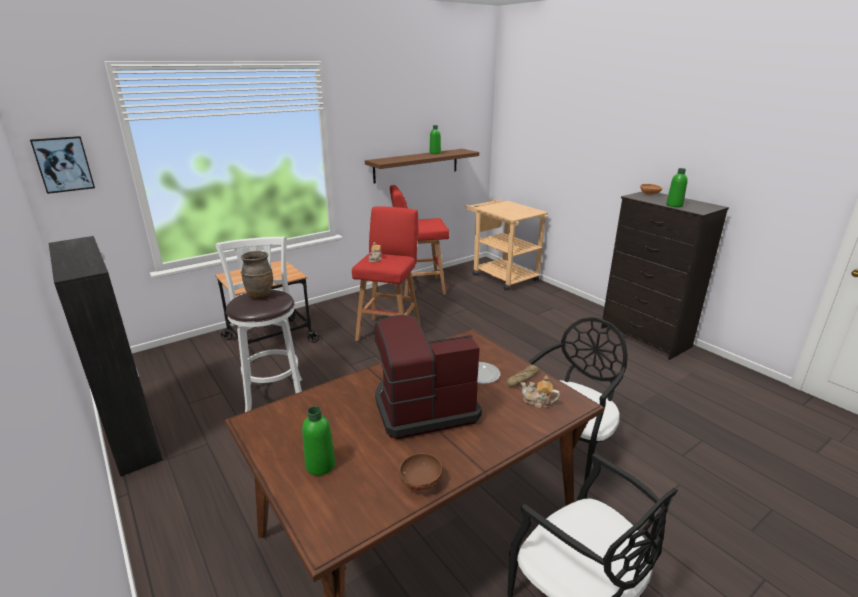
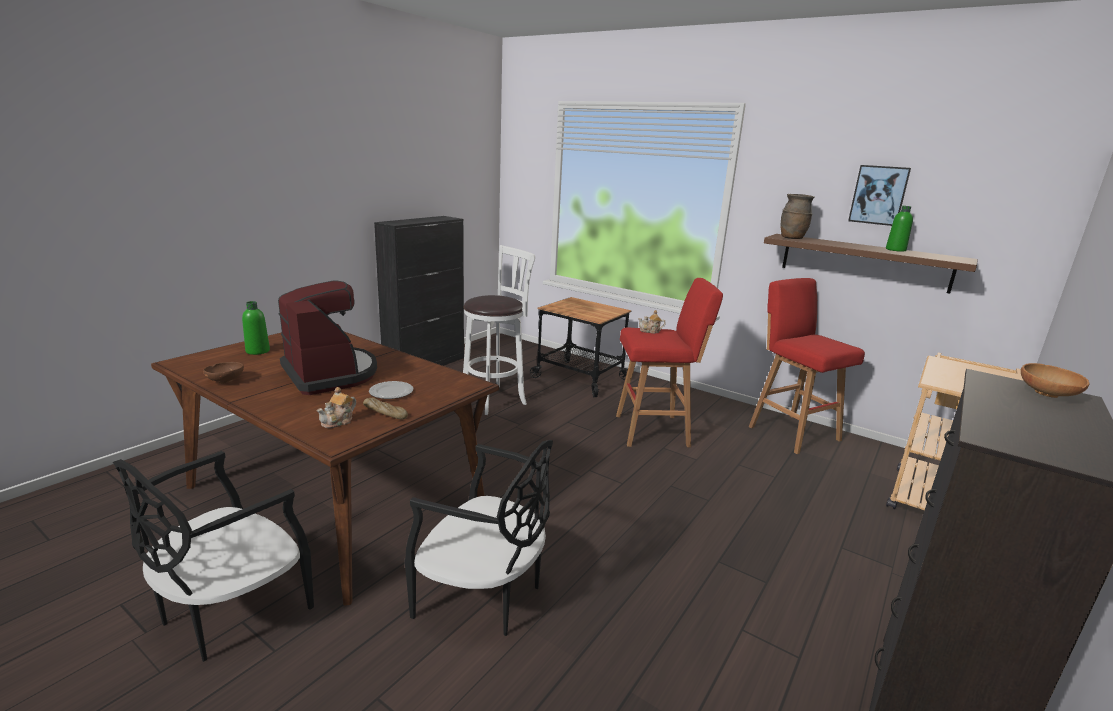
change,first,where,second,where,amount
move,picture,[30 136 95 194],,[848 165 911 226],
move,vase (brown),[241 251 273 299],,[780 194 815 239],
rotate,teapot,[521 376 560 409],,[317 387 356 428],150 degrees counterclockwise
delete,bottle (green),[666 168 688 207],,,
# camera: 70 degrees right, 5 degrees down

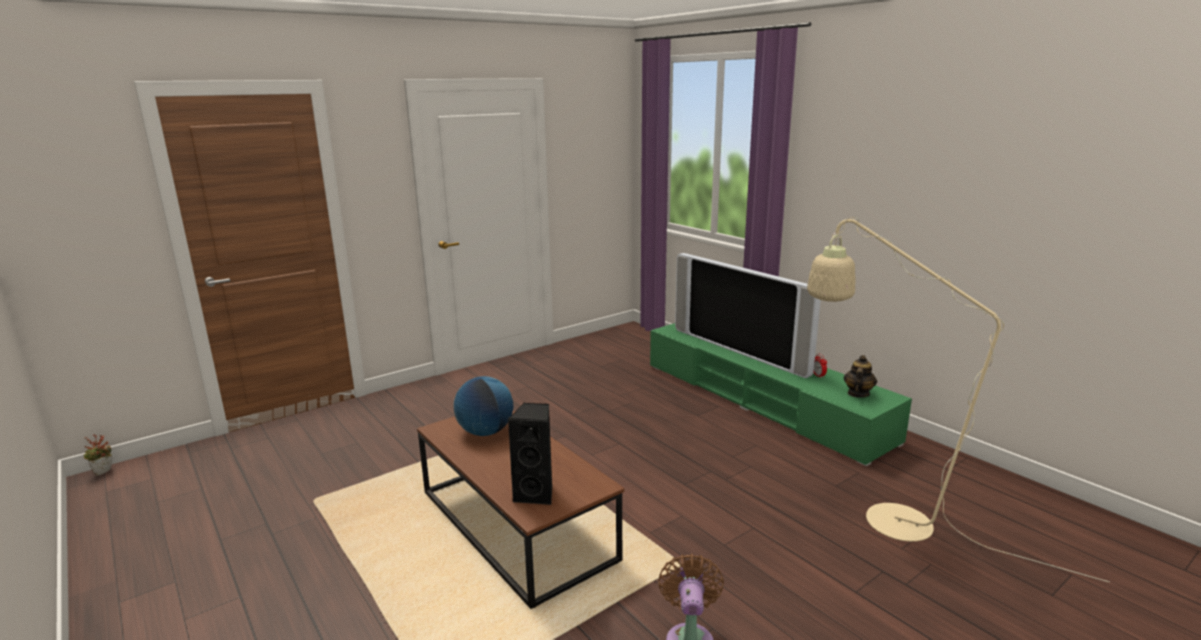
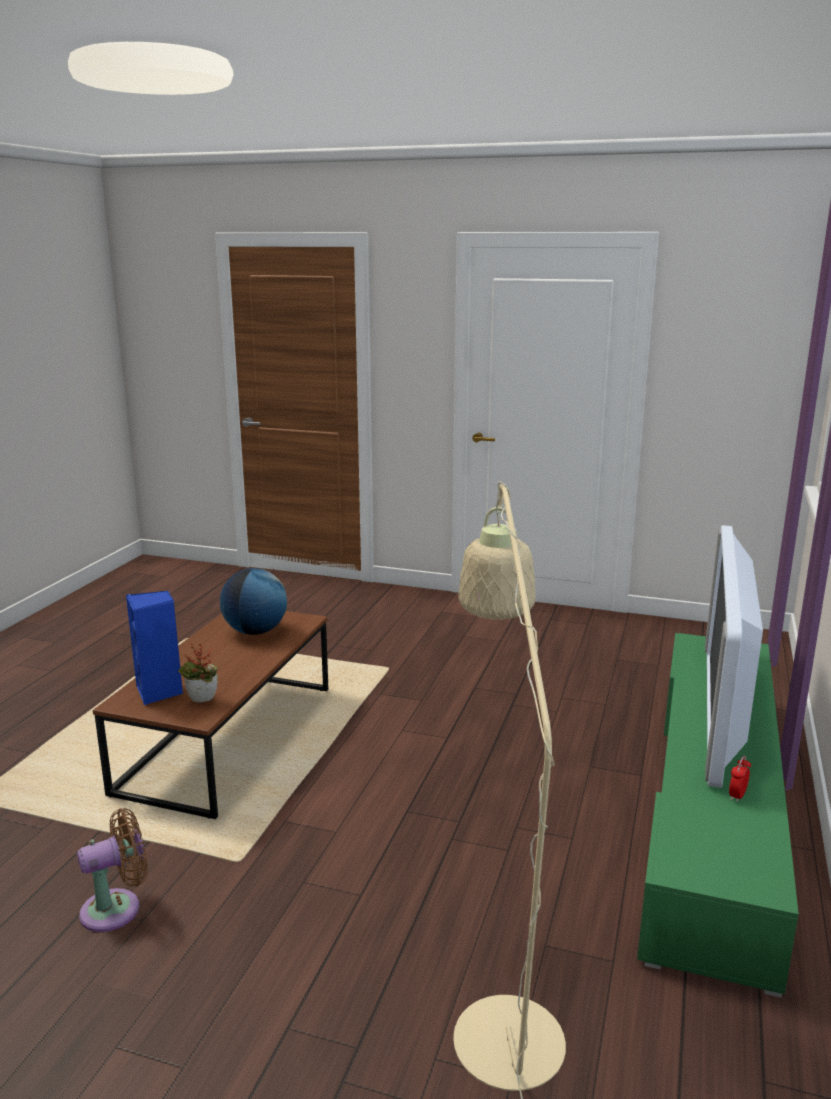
change,first,where,second,where,amount
move,potted plant,[84 434 112 476],,[178 643 218 702],
recolor,speaker (black),[508 403 552 505],speaker (blue),[126 591 183 705],
delete,teapot,[844 355 877 398],,,
# camera: 55 degrees right, 0 degrees up

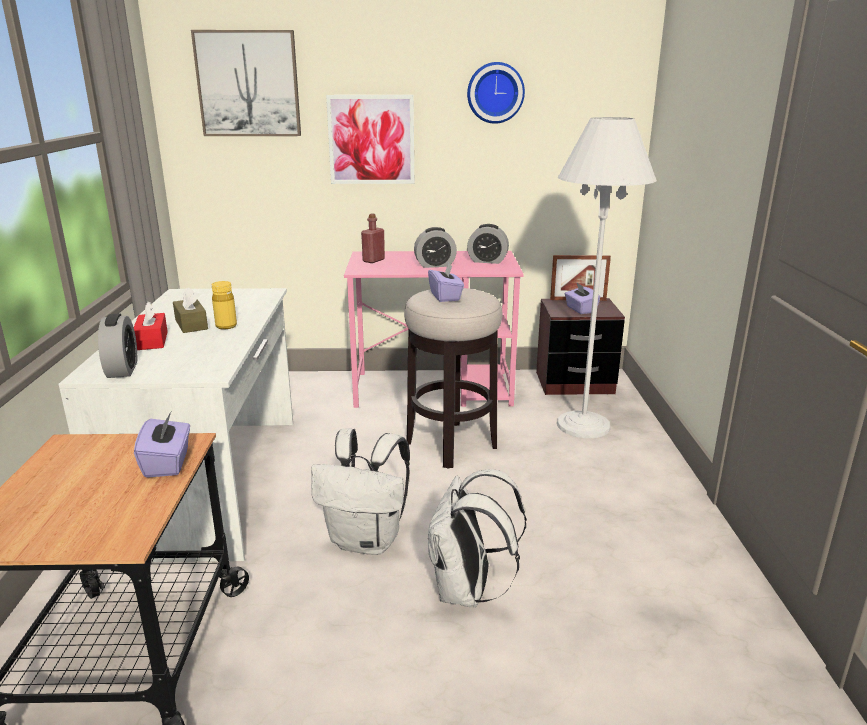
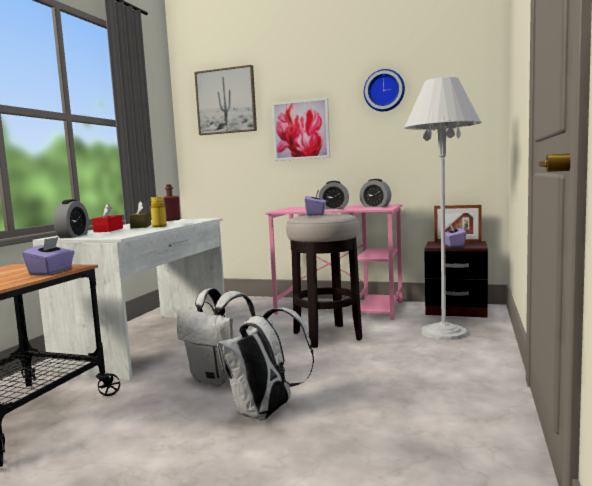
change,first,where,second,where,amount
move,bottle (red),[361 213 385 263],,[163 184 180 221],
# camera: 20 degrees right, 15 degrees down

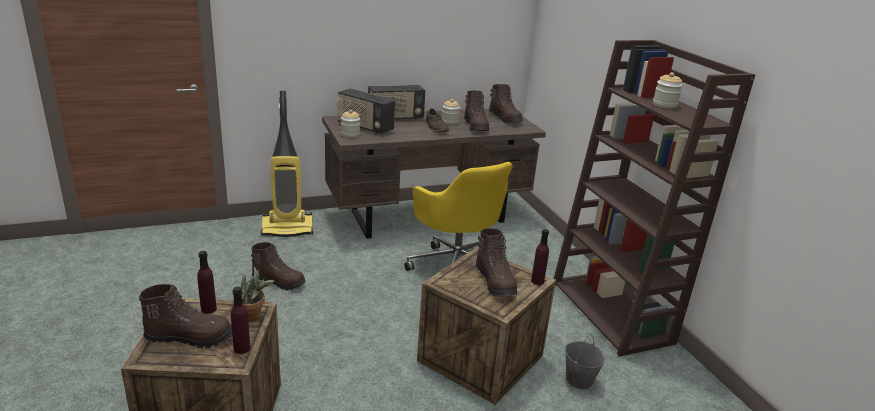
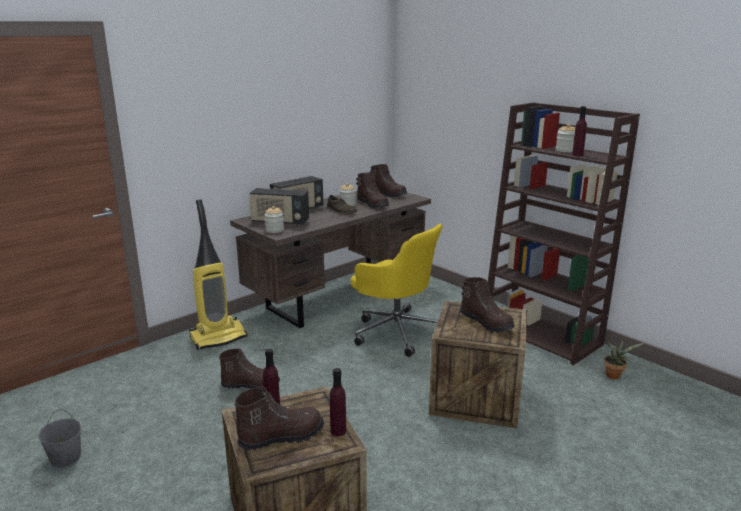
change,first,where,second,where,amount
move,potted plant,[233 266 274 322],,[604 340 644 379],
move,bottle (purple),[531 229 549 285],,[572 106 587 156],
move,bucket (grey),[565 334 605 389],,[38 410 81 468],
# camera: 20 degrees left, 5 degrees down

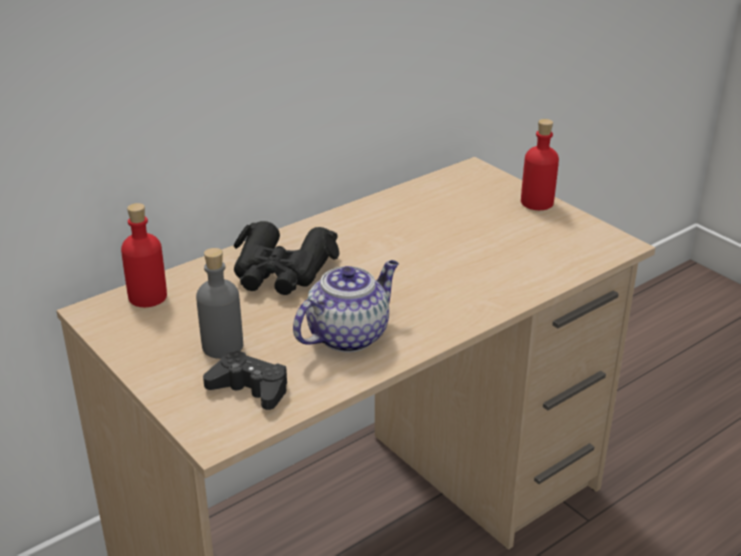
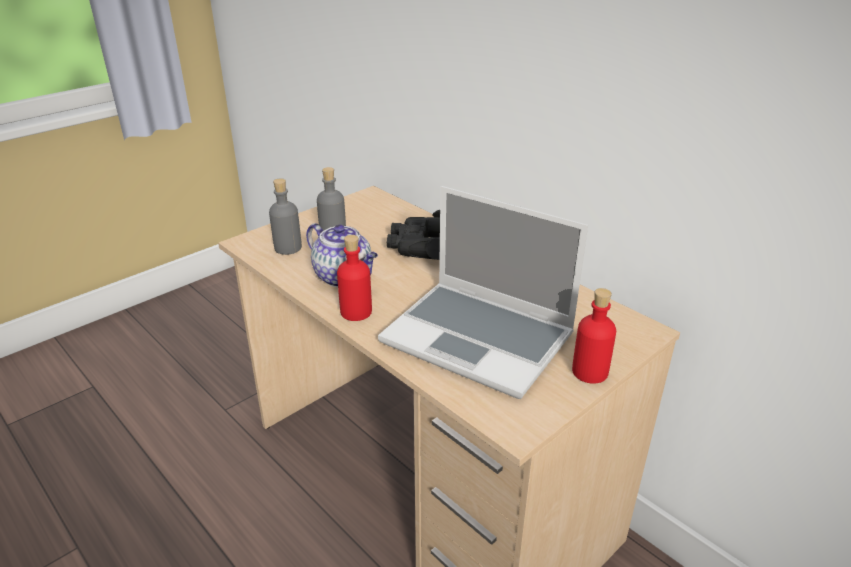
change,first,where,second,where,amount
move,bottle (red),[121 203 167 307],,[337 235 372 321],
replace,game controller (black),[203 350 287 410],bottle (grey),[269 178 302 255],
insert,,,laptop,[378 186 588 399],
# camera: 85 degrees right, 0 degrees up

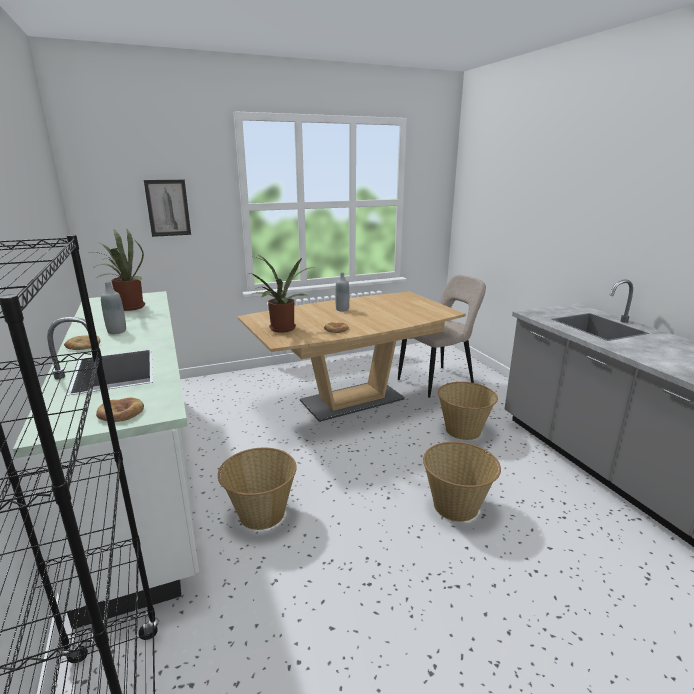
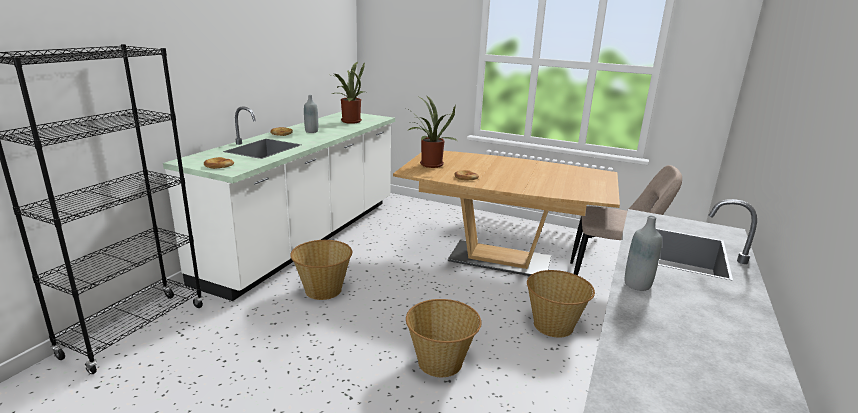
change,first,where,second,where,amount
delete,picture,[144 180 191 237],,,
move,bottle (grey),[335 272 349 311],,[625 216 662 291],
# camera: 45 degrees right, 0 degrees up

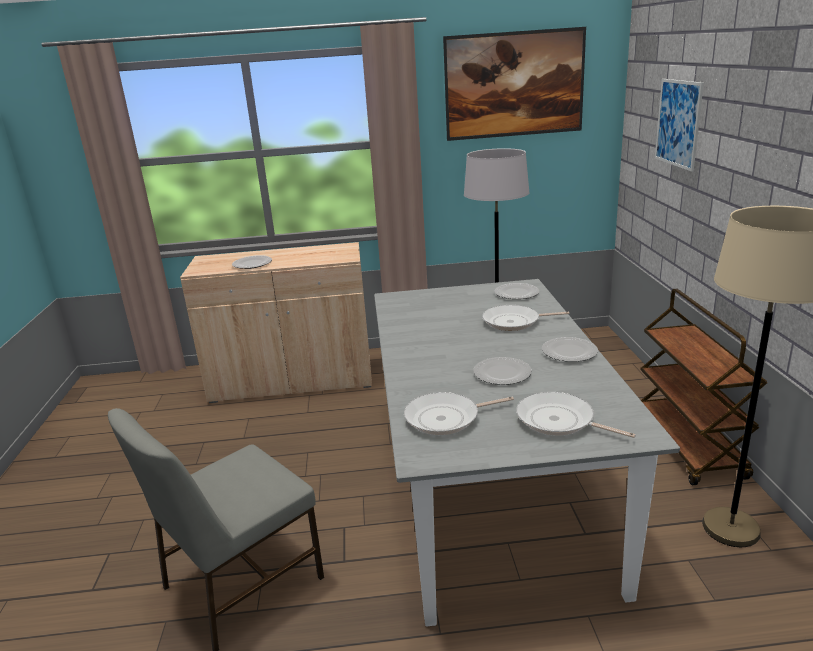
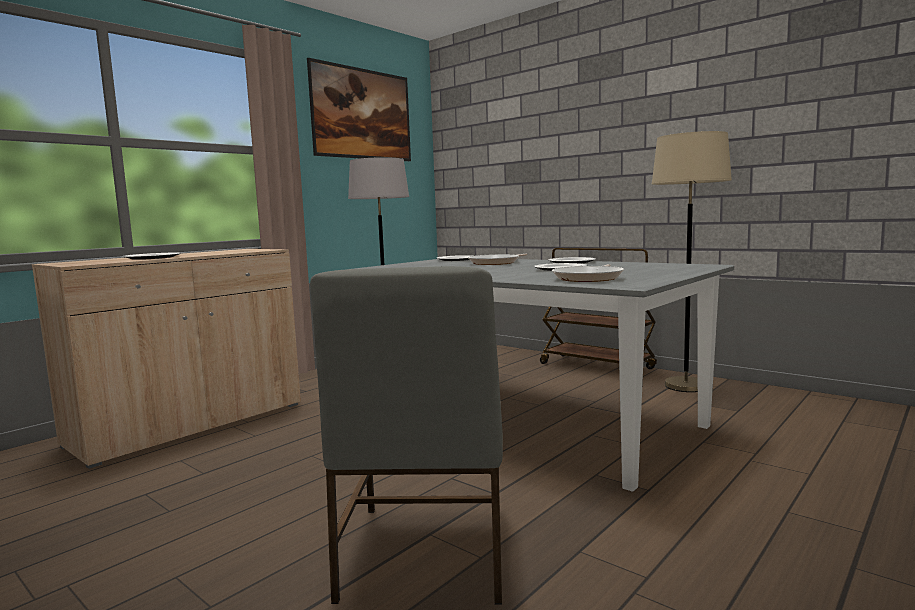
change,first,where,second,where,amount
delete,frying pan,[516 392 636 438],,,
delete,picture,[655 79 704 172],,,
# camera: 45 degrees left, 15 degrees down

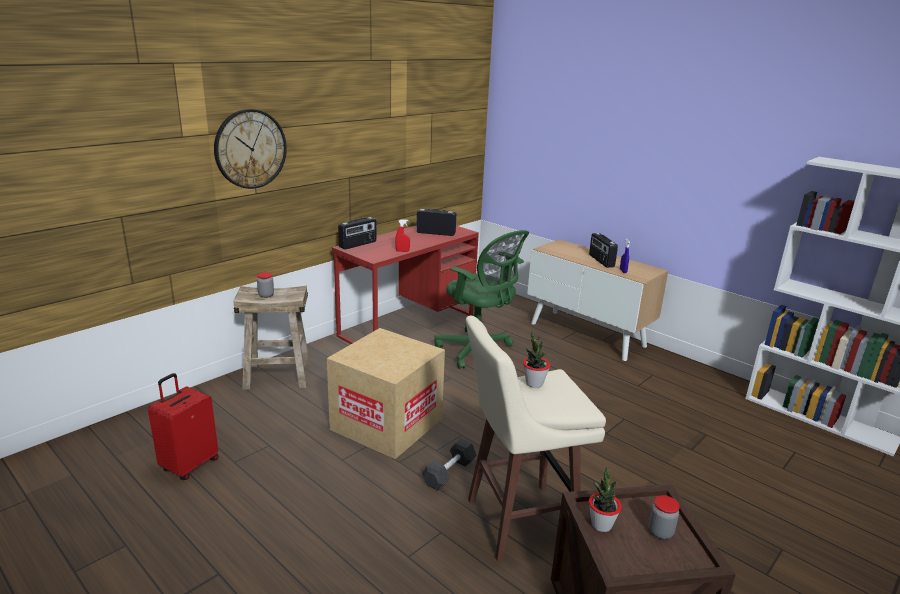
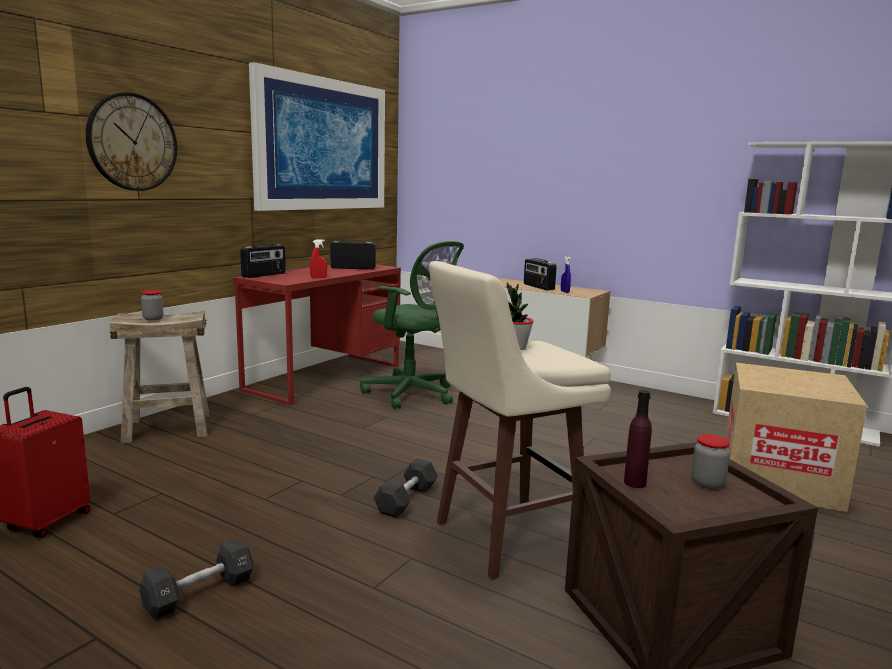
change,first,where,second,where,amount
move,cardboard box,[327 328 445 459],,[726 363 867 512],
replace,potted plant,[589 466 622 532],bottle (purple),[624 390 652 488],
insert,,,dumbbell (black),[139 538 253 620],
insert,,,picture,[249 62 385 211],
# camera: 10 degrees left, 10 degrees down

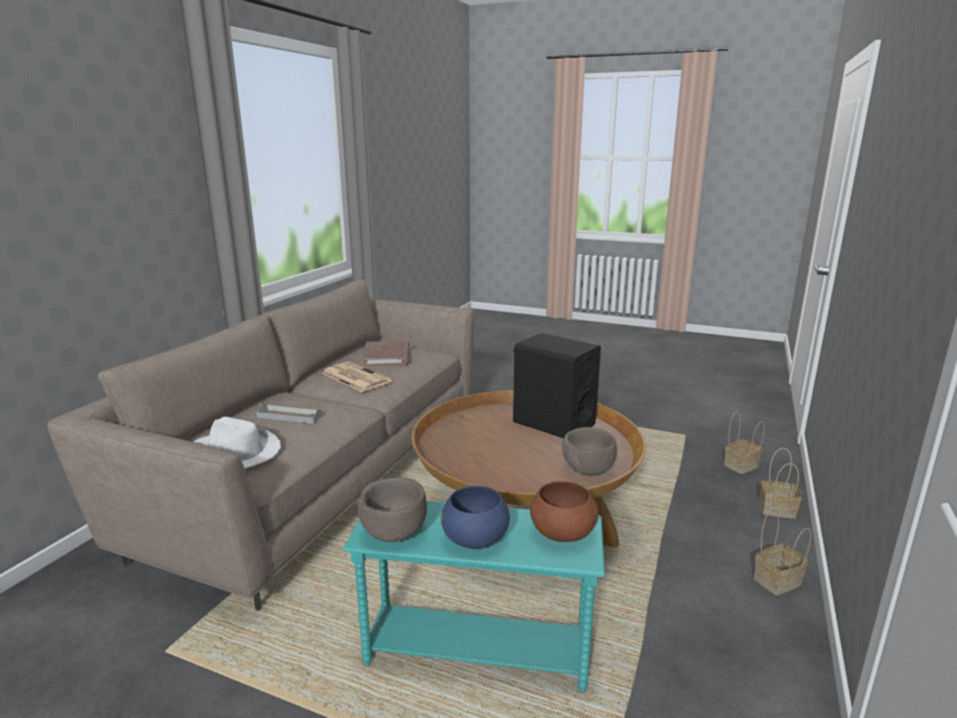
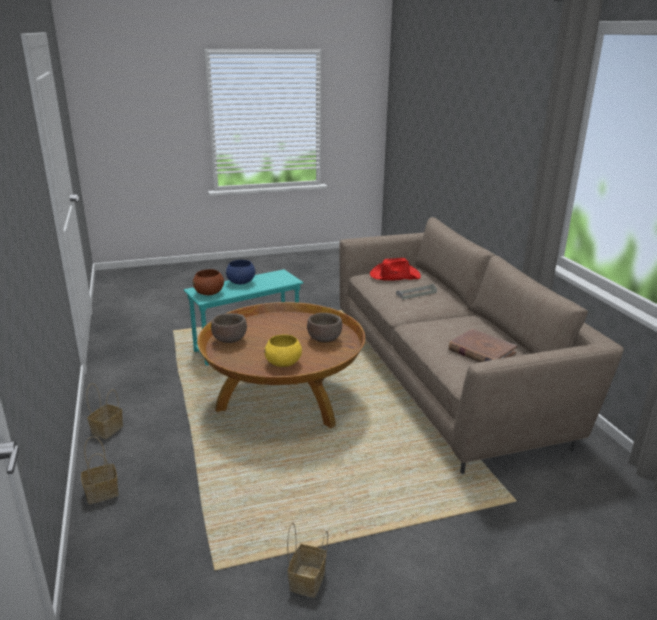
change,first,where,second,where,amount
recolor,hat (white),[193 417 281 468],hat (red),[370 258 421 280],
delete,newspaper,[322 362 392 392],,,
move,bowl (brown),[358 478 427 542],,[307 313 342 343],
replace,speaker (black),[513 333 601 438],bowl (yellow),[264 334 302 367],
move,basket,[724 411 765 474],,[287 523 328 598],
# camera: 140 degrees right, 5 degrees up

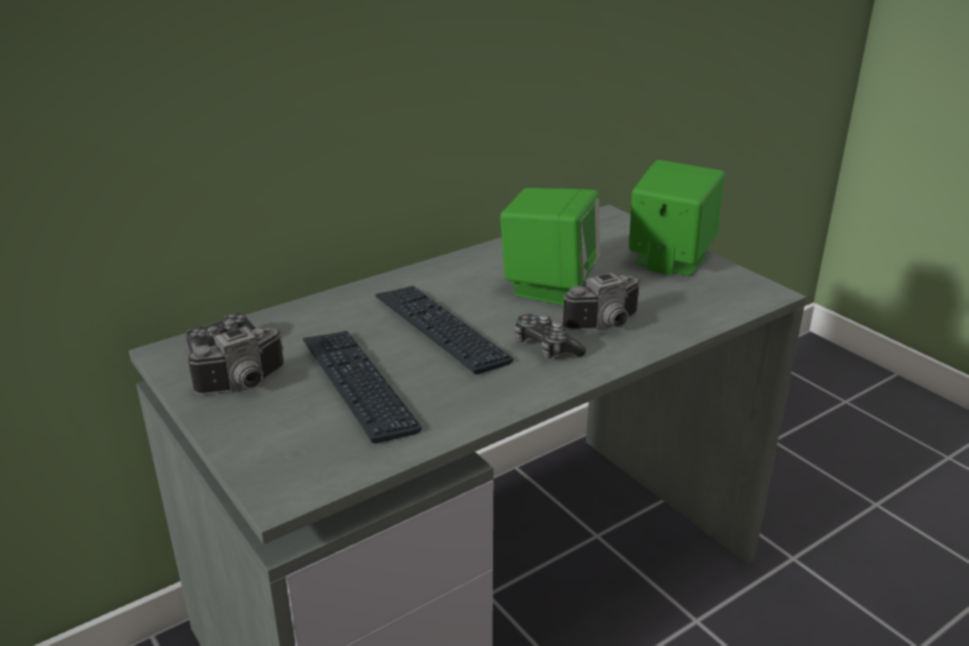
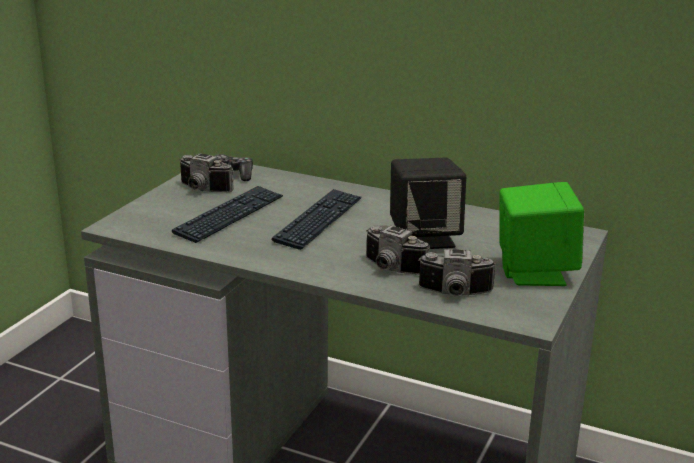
change,first,where,second,where,amount
recolor,speaker (green),[500 188 600 305],speaker (black),[390 157 466 249],
delete,game controller,[514 314 586 359],,,
insert,,,photo camera,[418 249 497 297],
# camera: 60 degrees right, 5 degrees down

